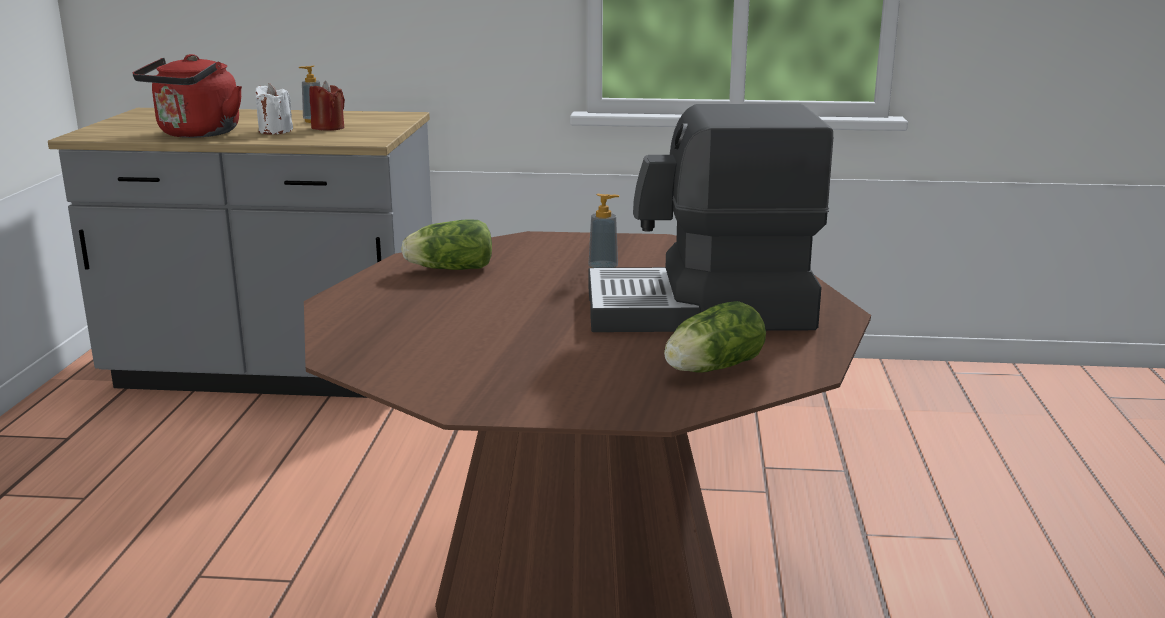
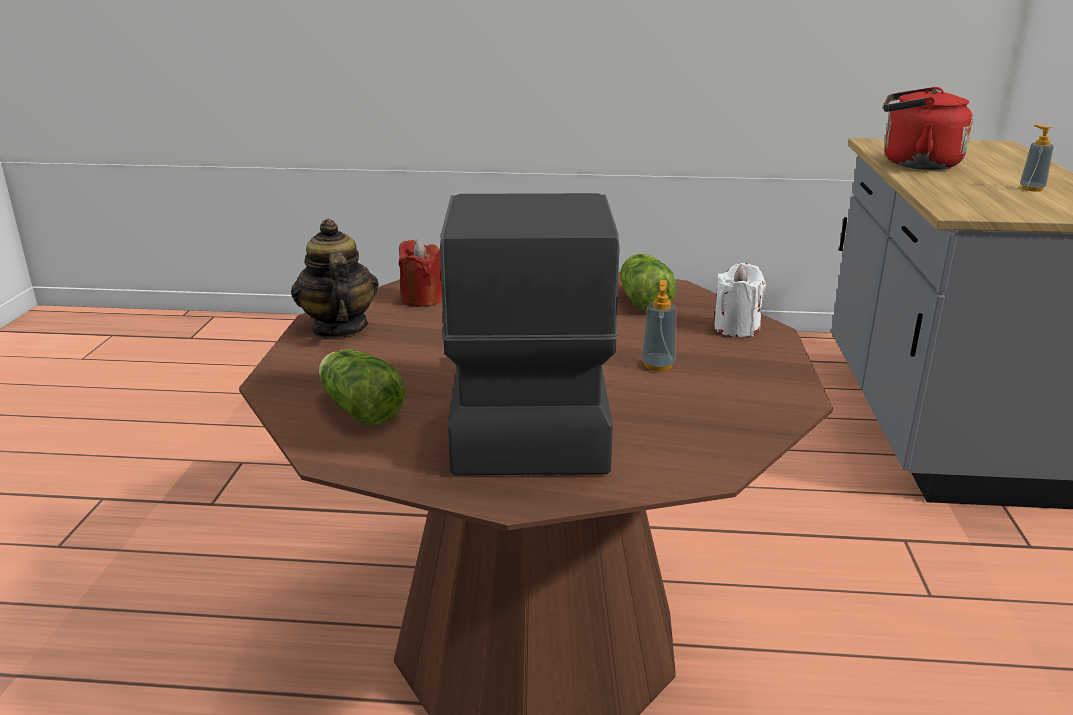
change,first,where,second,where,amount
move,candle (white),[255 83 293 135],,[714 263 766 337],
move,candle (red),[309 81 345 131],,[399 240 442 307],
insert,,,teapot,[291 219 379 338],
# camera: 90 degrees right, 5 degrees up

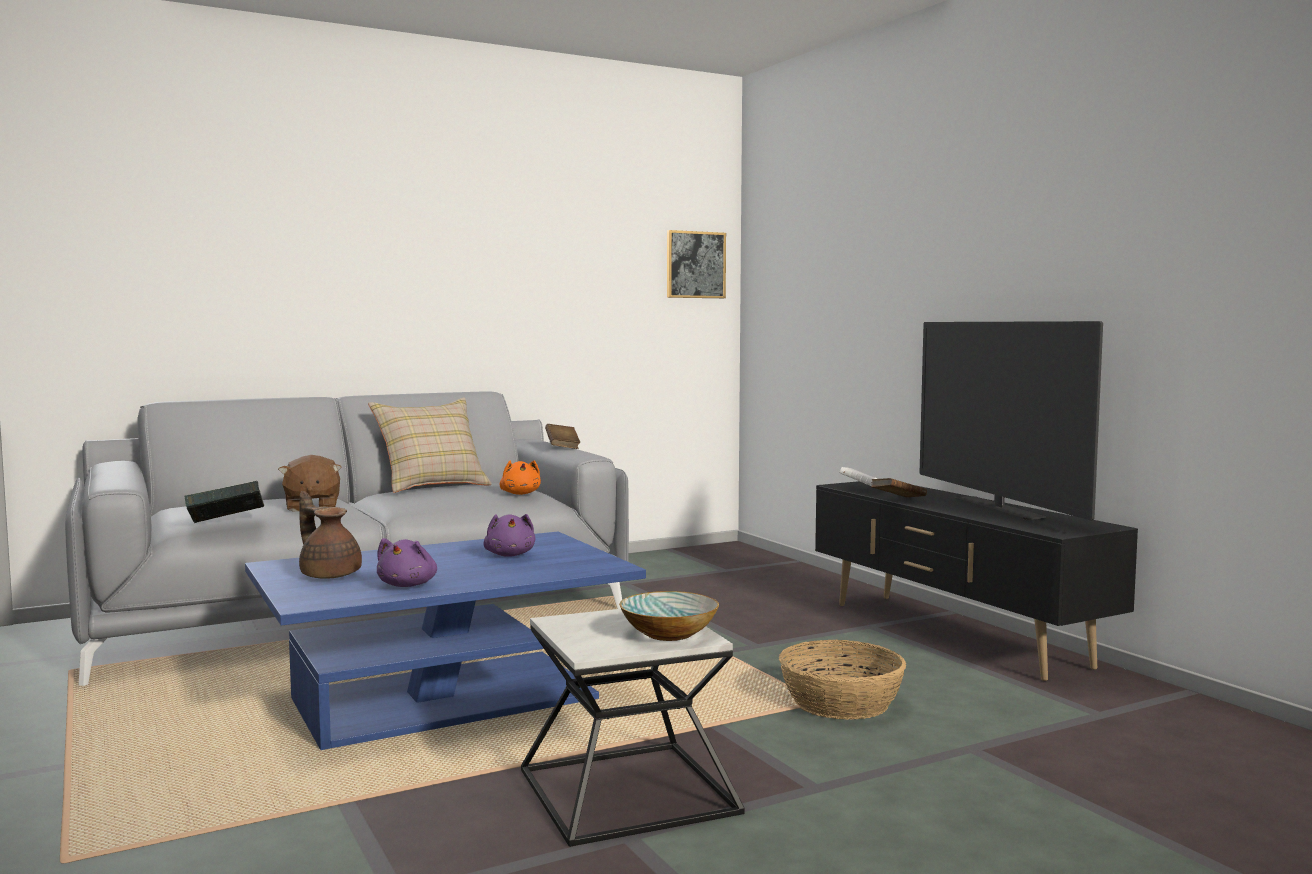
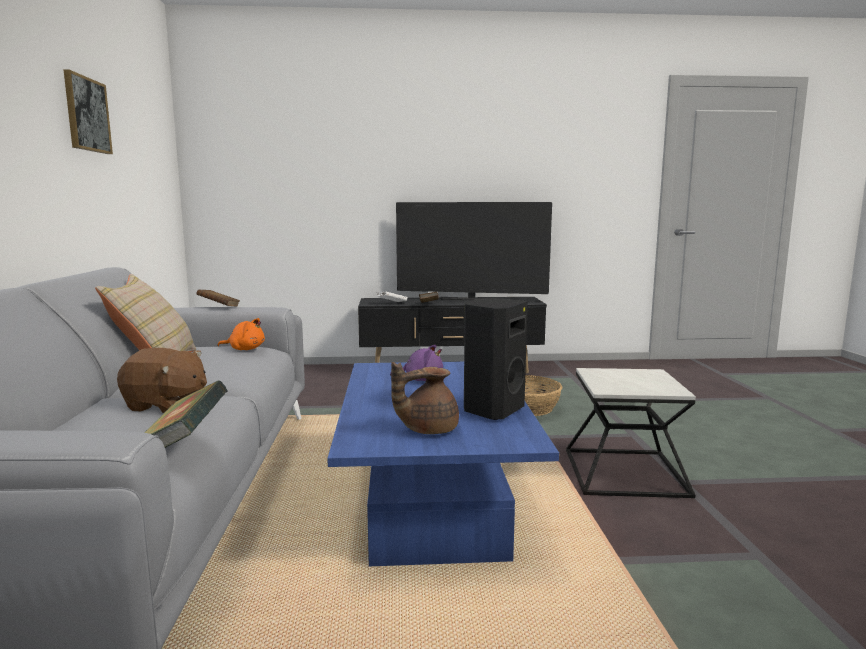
change,first,where,second,where,amount
replace,plush toy (purple),[377 538 437 587],speaker (black),[464 298 528 420],
delete,bowl,[619 591 719 641],,,
move,picture,[667 230 726 298],,[63 69 113 154],
# camera: 65 degrees left, 5 degrees up

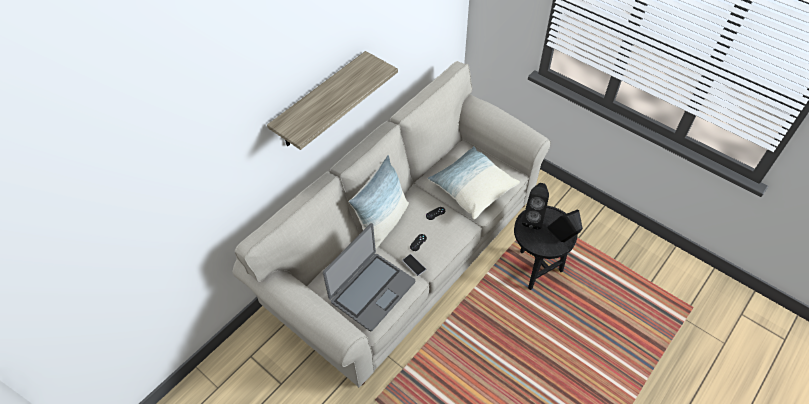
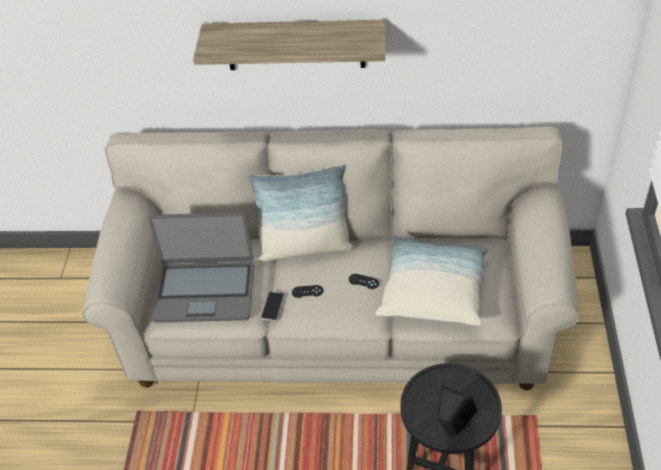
change,first,where,second,where,amount
delete,speaker (black),[522 183 549 230],,,
# camera: 55 degrees right, 5 degrees down

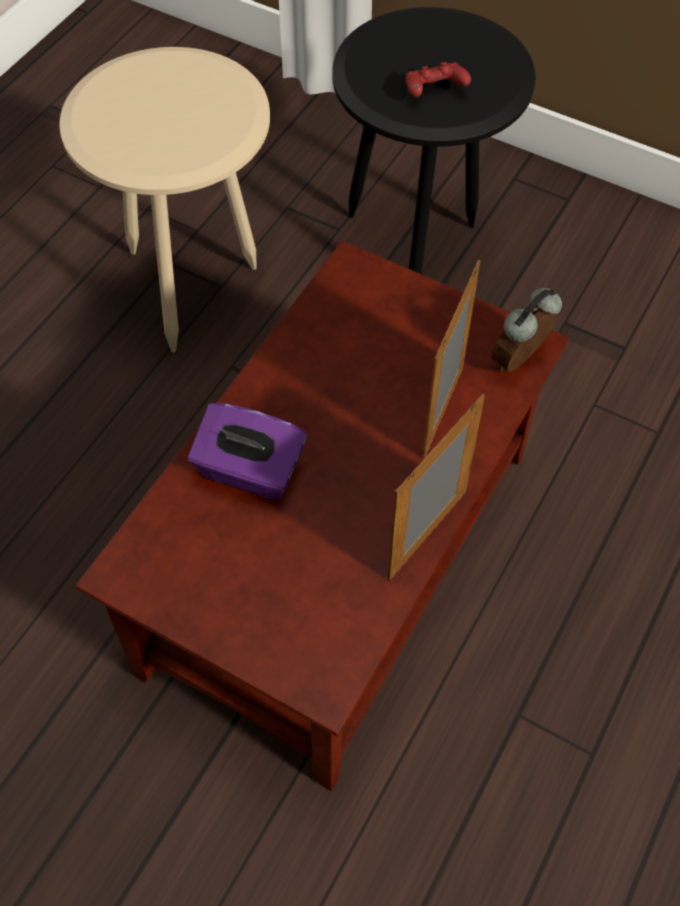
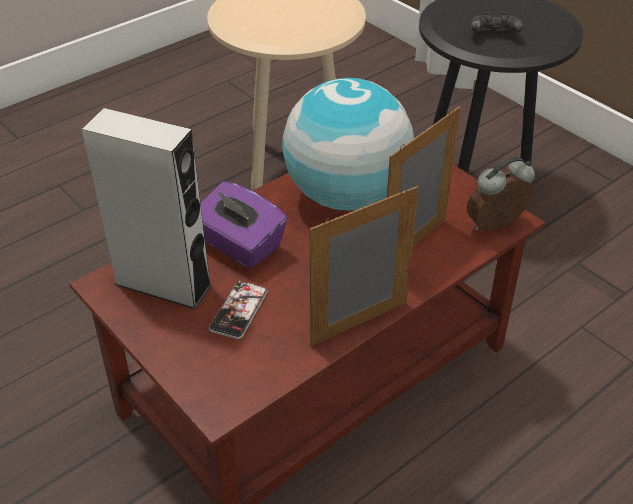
change,first,where,second,where,amount
recolor,game controller (red),[406 62 471 97],game controller (black),[471 12 523 33],
insert,,,speaker (grey),[82 108 212 309],
insert,,,phone,[209 281 268 339],
insert,,,globe,[282 78 414 211],
# camera: 20 degrees right, 15 degrees down

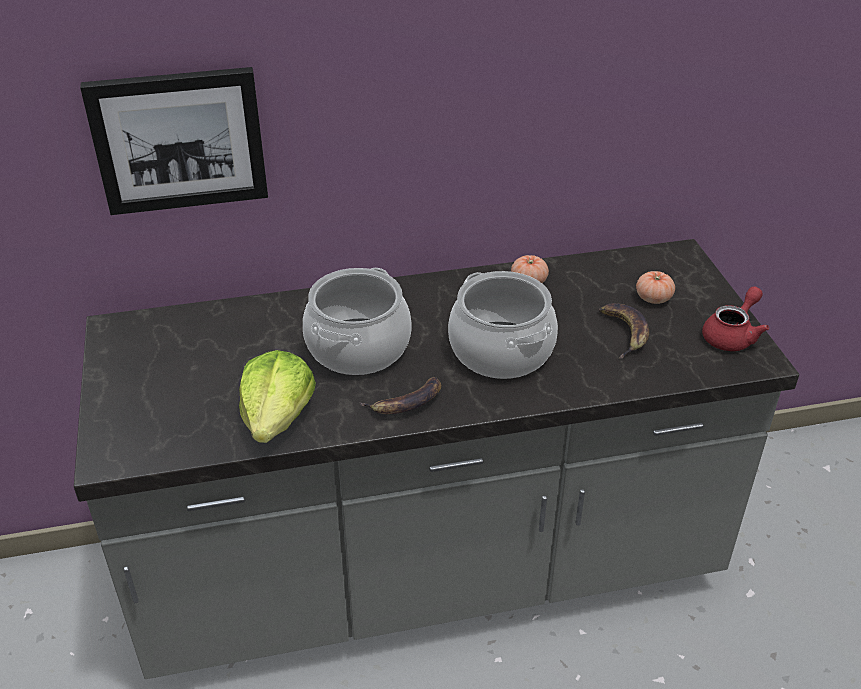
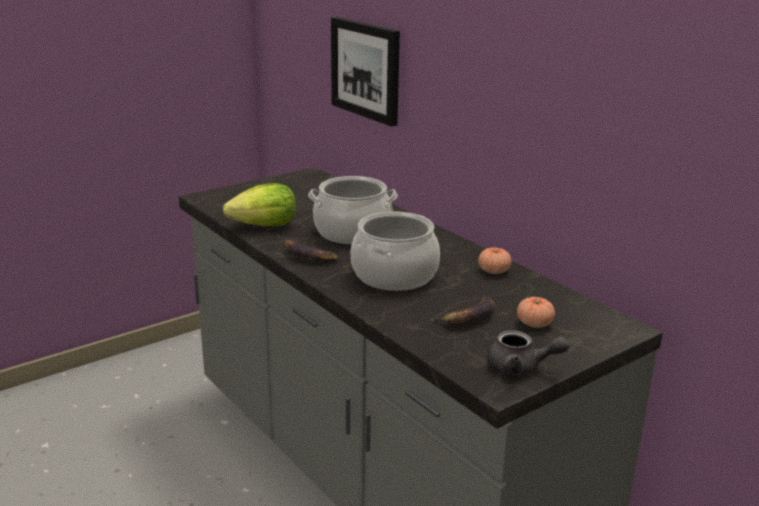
change,first,where,second,where,amount
recolor,teapot (red),[702 286 769 351],teapot (grey),[487 330 569 375],
# camera: 65 degrees right, 15 degrees down

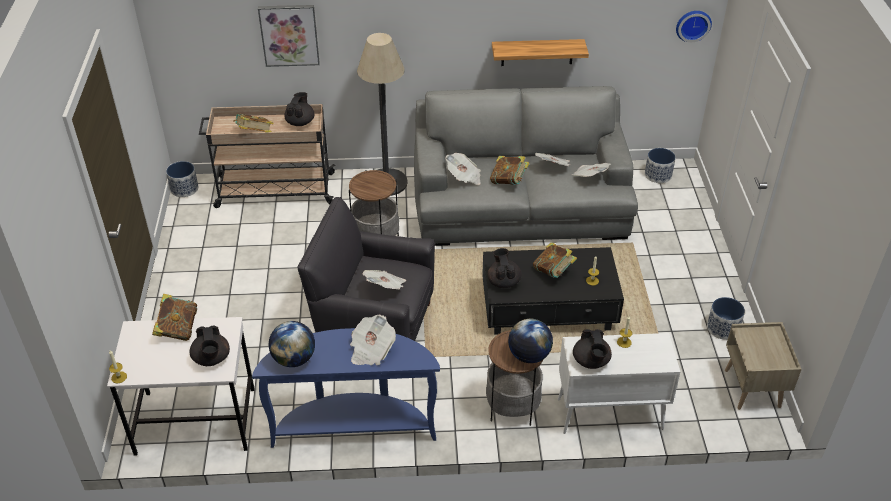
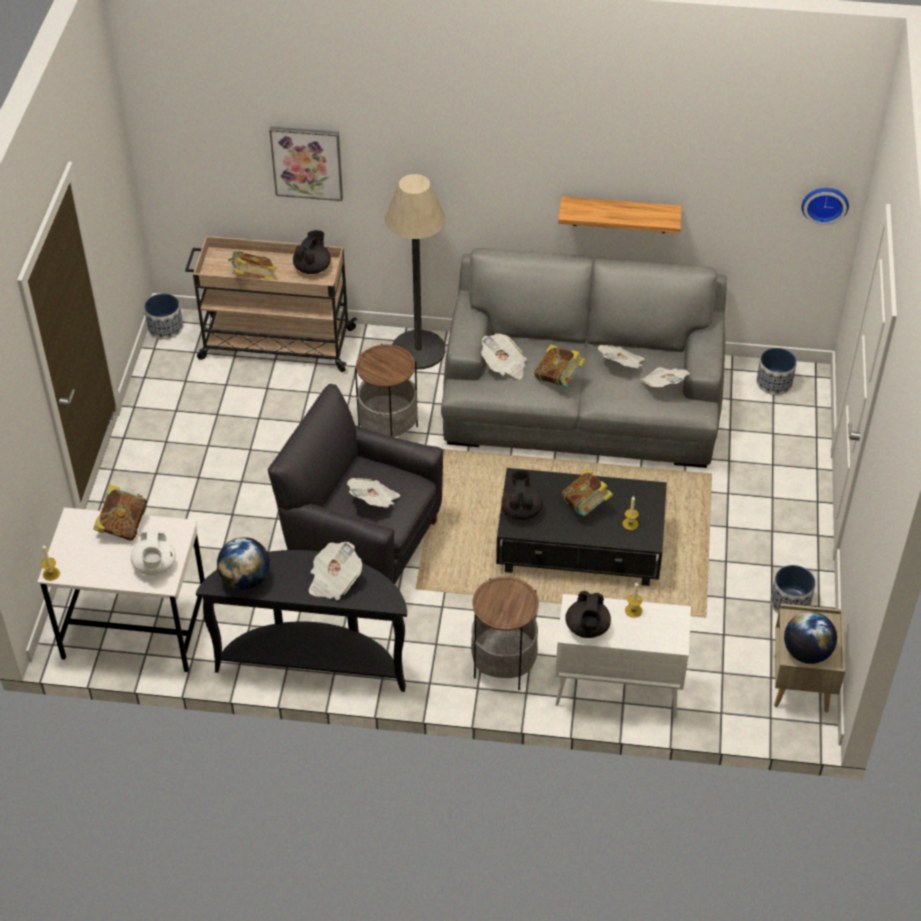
change,first,where,second,where,amount
recolor,teapot (black),[189 326 230 366],teapot (white),[131 529 176 575],
recolor,console table (blue),[252 328 440 448],console table (black),[196 550 407 692],
move,globe,[508 319 553 363],,[784 611 837 664],
# camera: 10 degrees right, 5 degrees up

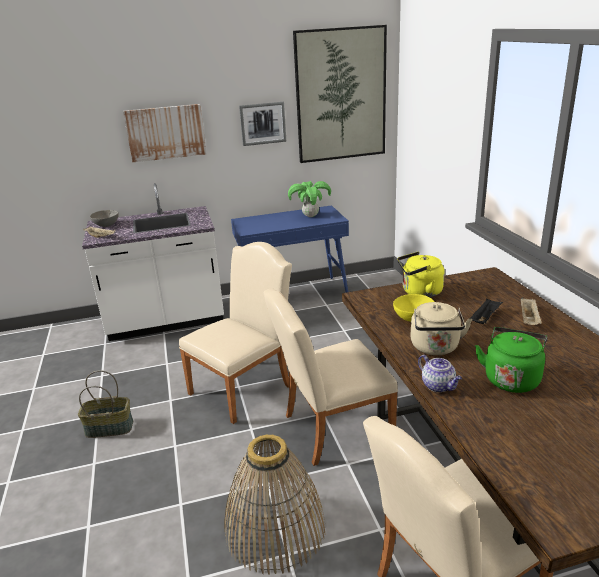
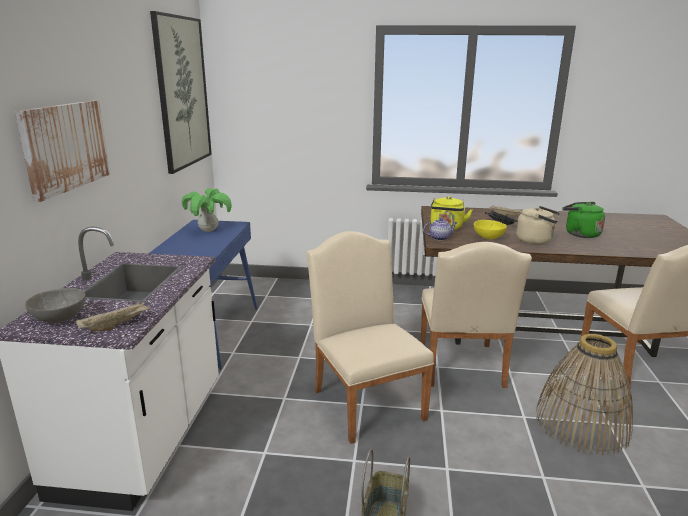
change,first,where,second,where,amount
delete,picture,[239 102 286 146],,,
move,teapot,[418 355 462 392],,[423 218 457 241],
# camera: 70 degrees left, 5 degrees down

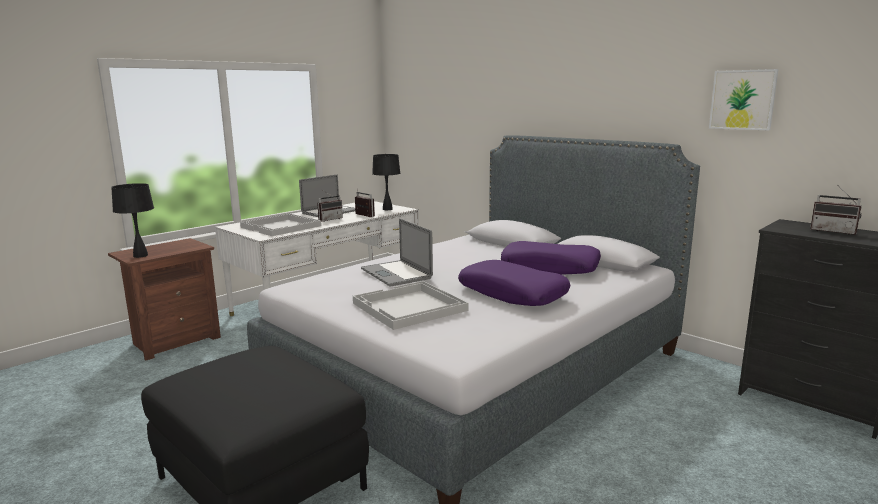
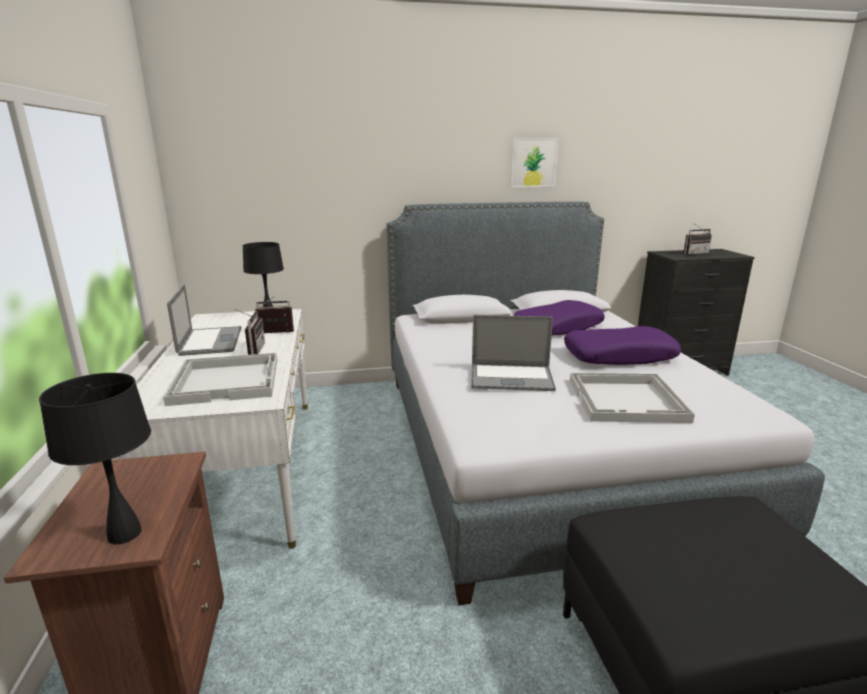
change,first,where,second,where,amount
move,picture,[709 69 779 130],,[510 138 558 187],
# camera: 55 degrees left, 5 degrees up

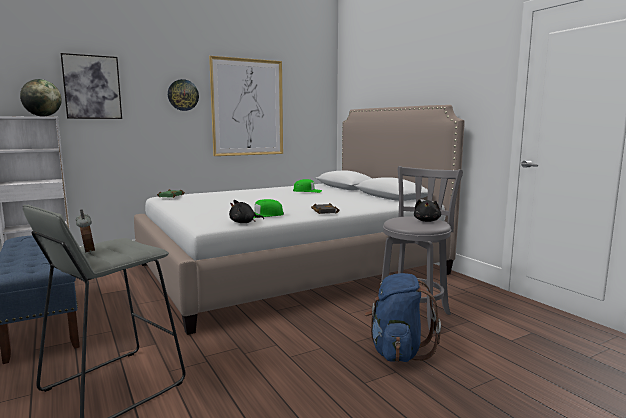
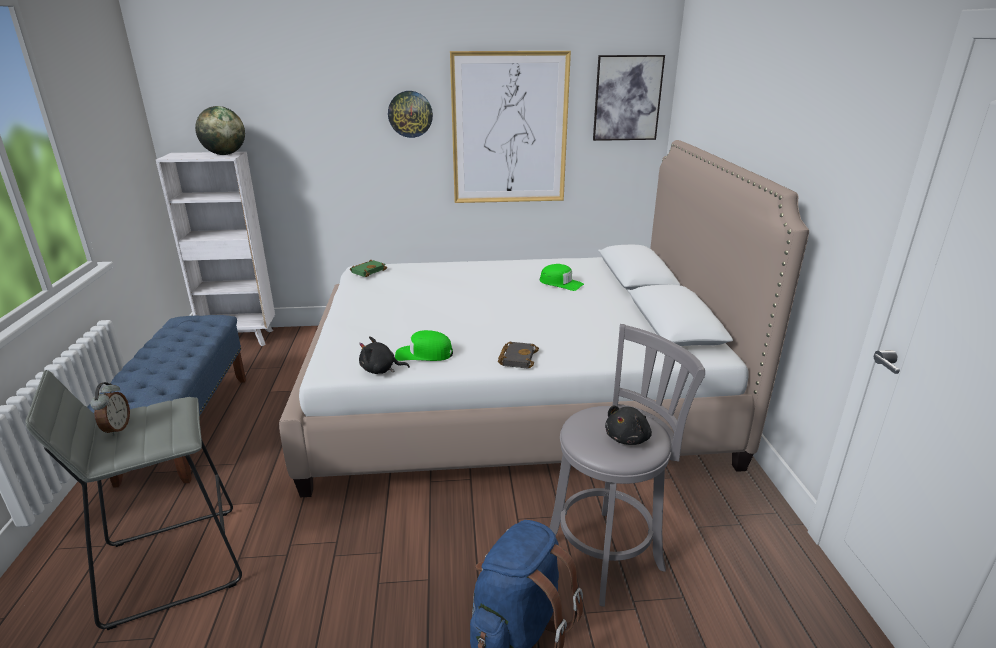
change,first,where,second,where,amount
move,picture,[61 53 122 119],,[593 55 665 141],
# camera: 25 degrees right, 15 degrees up

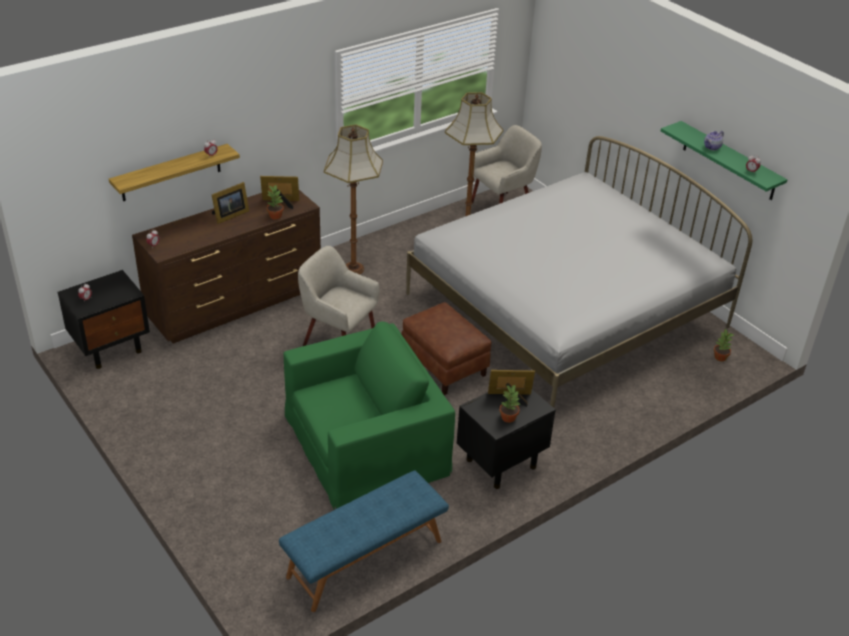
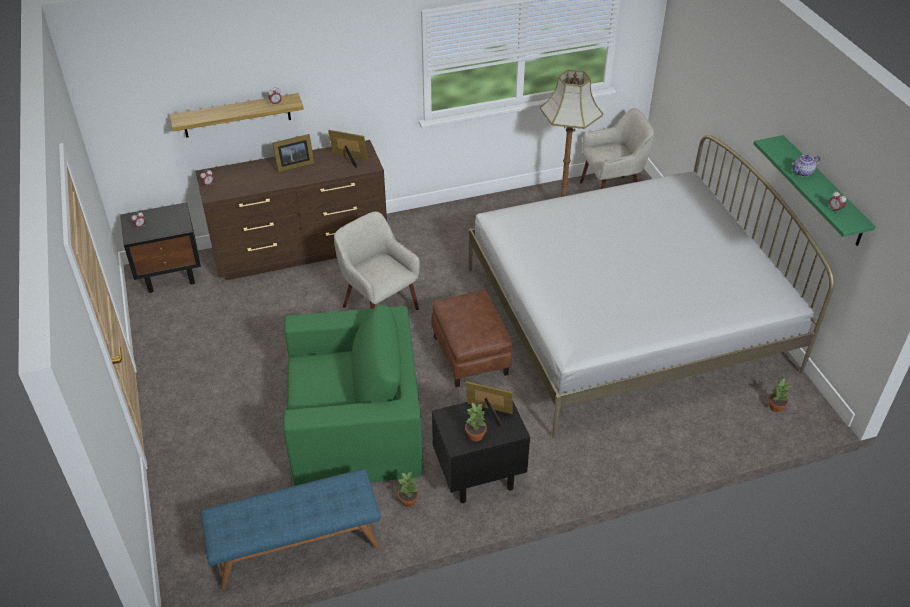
change,first,where,second,where,amount
move,potted plant,[267 185 284 220],,[398 471 419 507],
delete,floor lamp,[324 125 383 274],,,
# camera: 20 degrees right, 5 degrees up

